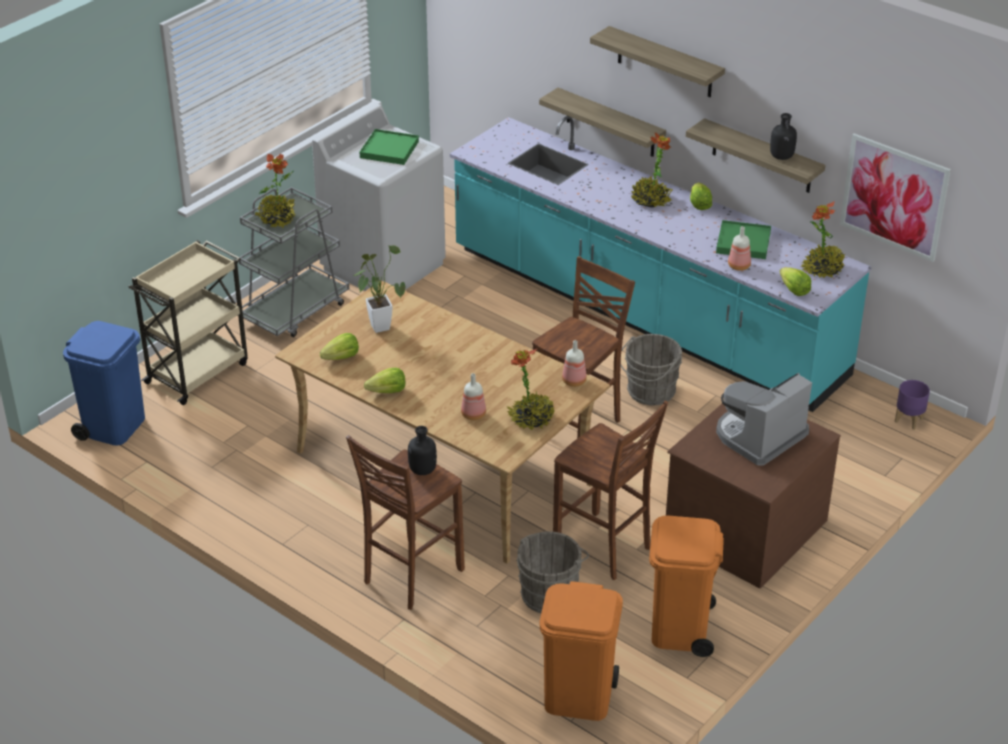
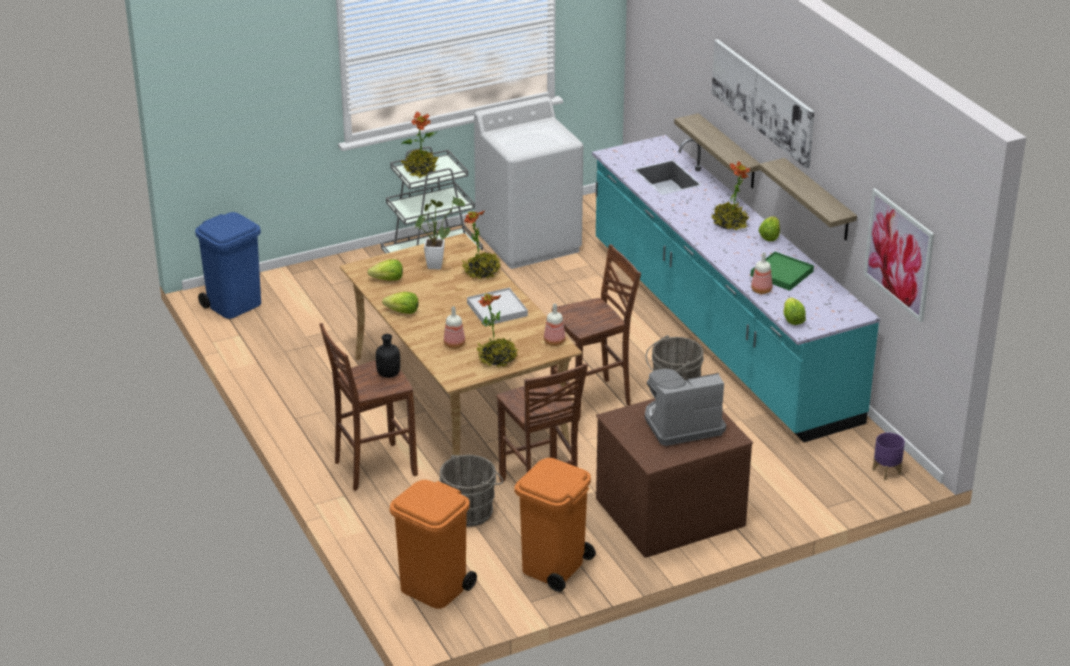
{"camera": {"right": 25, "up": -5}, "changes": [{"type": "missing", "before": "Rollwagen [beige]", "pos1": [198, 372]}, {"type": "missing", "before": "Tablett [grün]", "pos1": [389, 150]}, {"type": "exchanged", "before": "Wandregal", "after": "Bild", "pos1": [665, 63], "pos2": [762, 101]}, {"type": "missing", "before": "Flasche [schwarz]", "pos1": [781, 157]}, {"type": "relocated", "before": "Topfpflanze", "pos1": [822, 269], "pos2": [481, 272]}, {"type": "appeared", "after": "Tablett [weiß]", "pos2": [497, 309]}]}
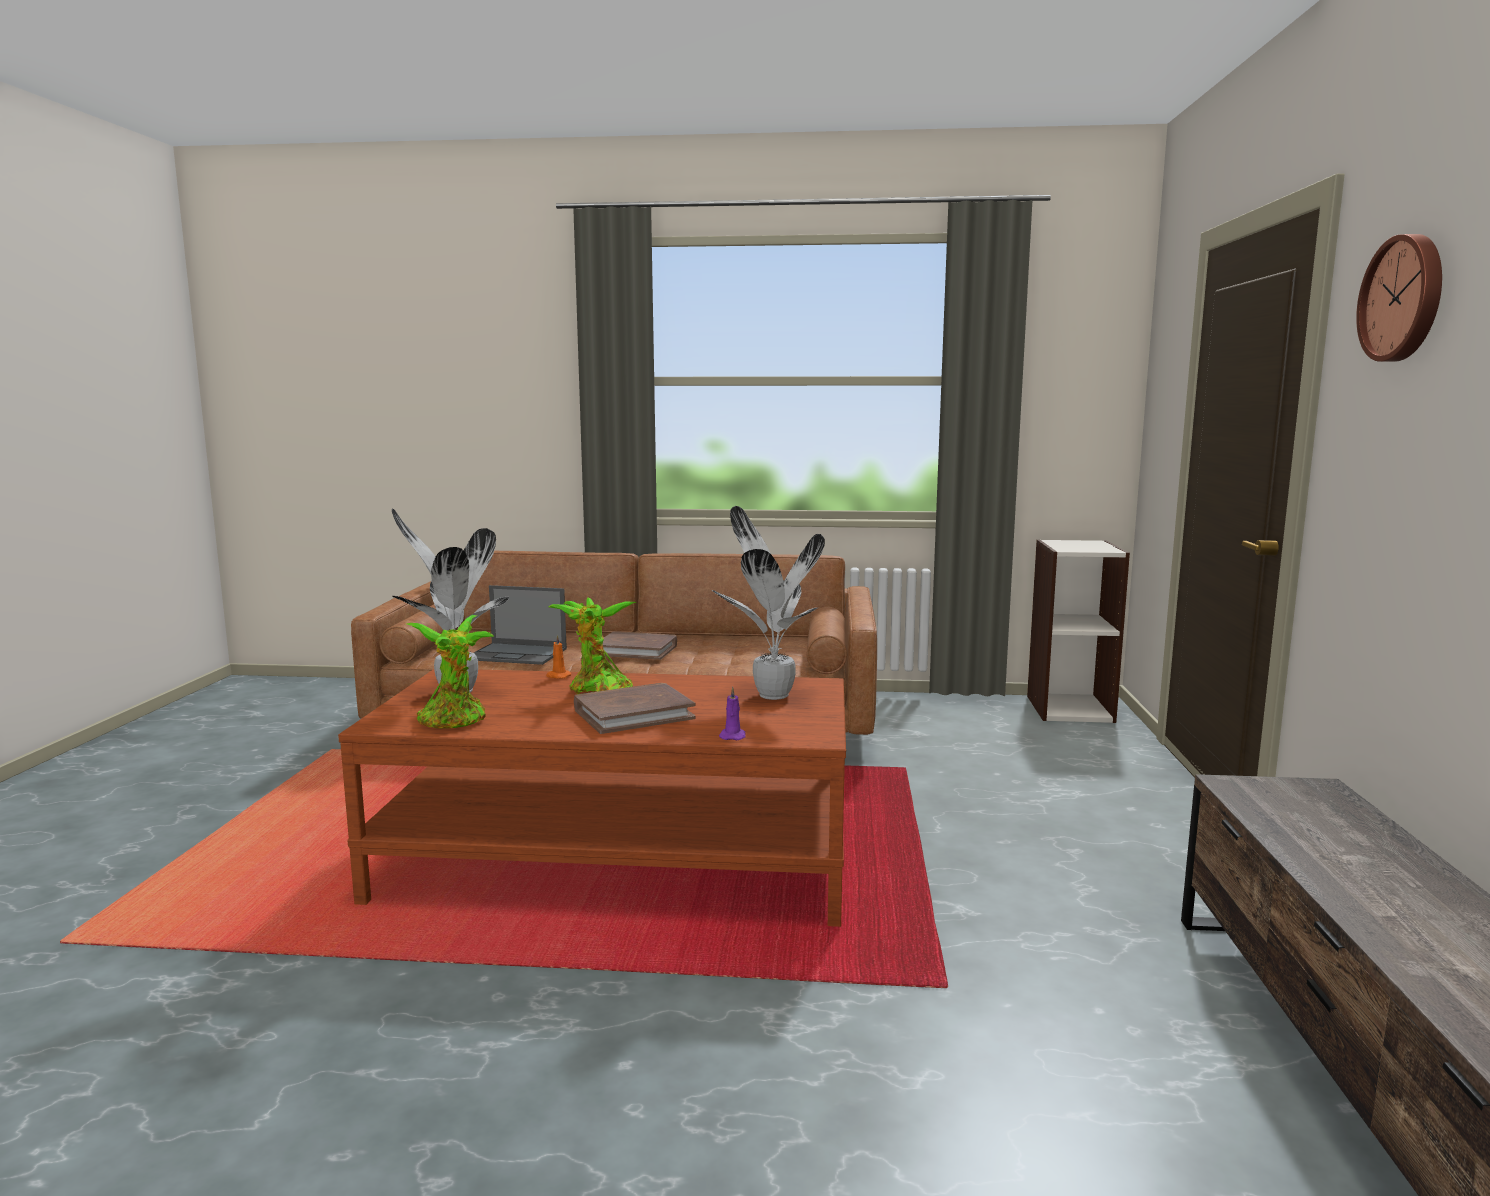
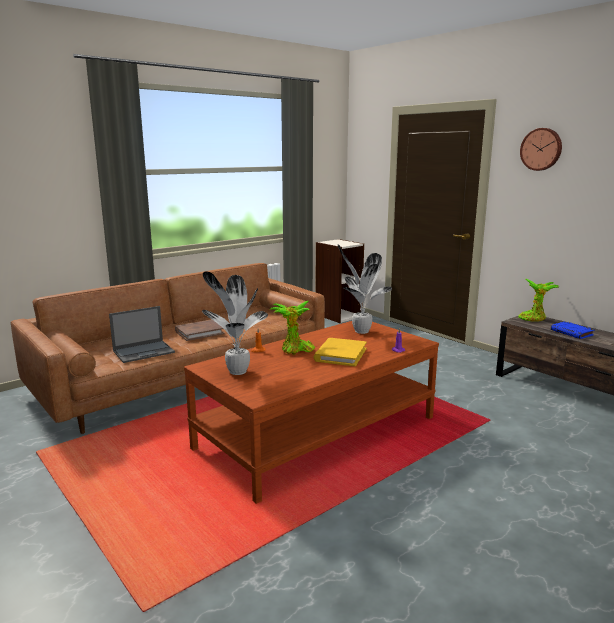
{"camera": {"right": -45, "up": 5}, "changes": [{"type": "relocated", "before": "Topfpflanze", "pos1": [454, 721], "pos2": [534, 318]}, {"type": "colour", "before": "Buch [braun]", "after": "Buch [gelb]", "pos1": [633, 714], "pos2": [340, 354]}, {"type": "appeared", "after": "Buch [blau]", "pos2": [572, 333]}]}
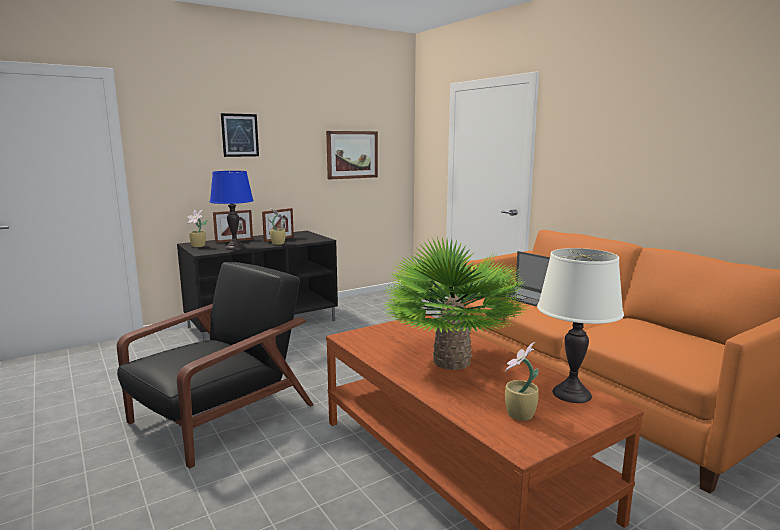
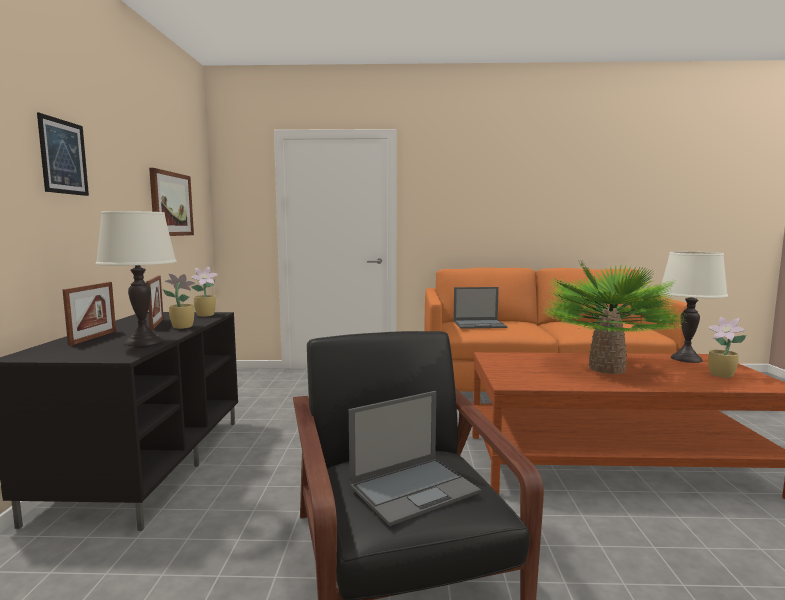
{"camera": {"right": -55, "up": -5}, "changes": [{"type": "relocated", "before": "Topfpflanze", "pos1": [198, 246], "pos2": [206, 315]}, {"type": "colour", "before": "Tischlampe [blau]", "after": "Tischlampe [weiß]", "pos1": [235, 248], "pos2": [143, 342]}, {"type": "appeared", "after": "Laptop", "pos2": [415, 489]}]}
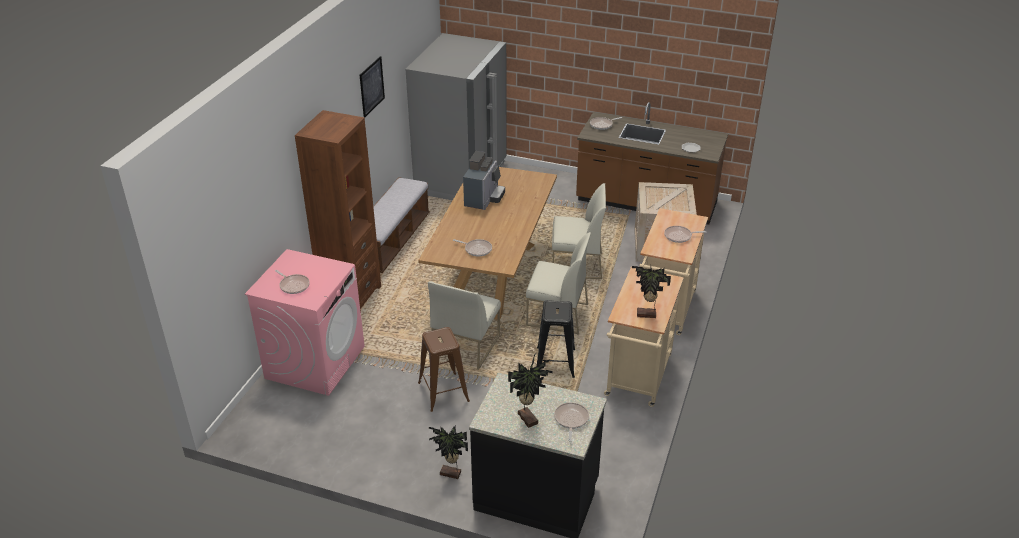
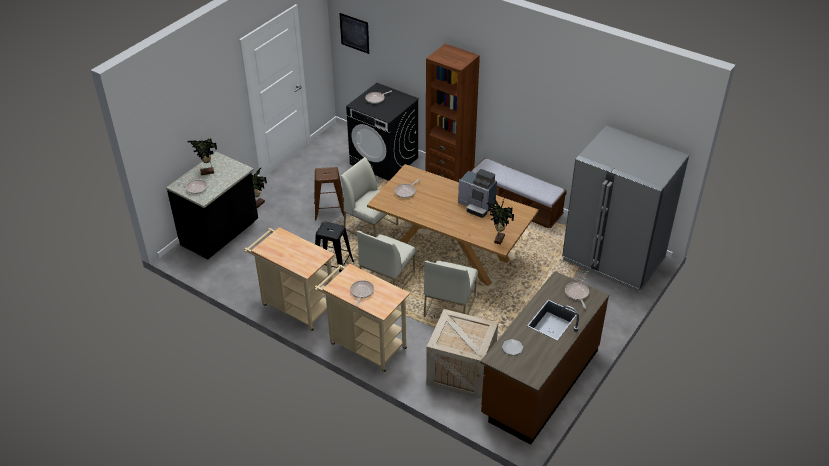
{"camera": {"right": 105, "up": 5}, "changes": [{"type": "colour", "before": "Waschmaschine [rosa]", "after": "Waschmaschine [schwarz]", "pos1": [315, 362], "pos2": [384, 161]}, {"type": "relocated", "before": "Bild", "pos1": [372, 86], "pos2": [354, 33]}, {"type": "relocated", "before": "Topfpflanze", "pos1": [646, 315], "pos2": [498, 239]}]}
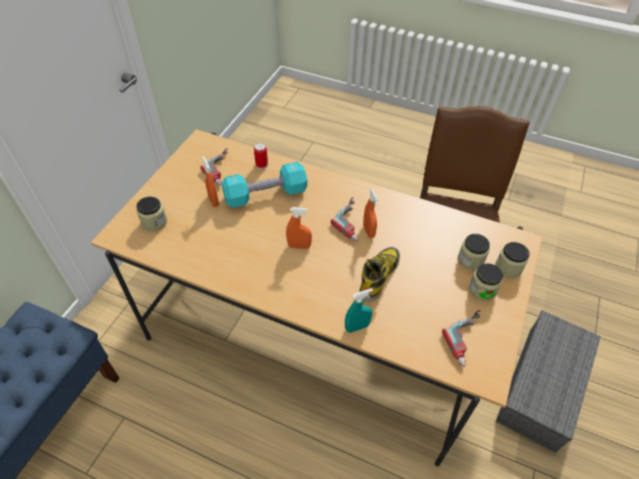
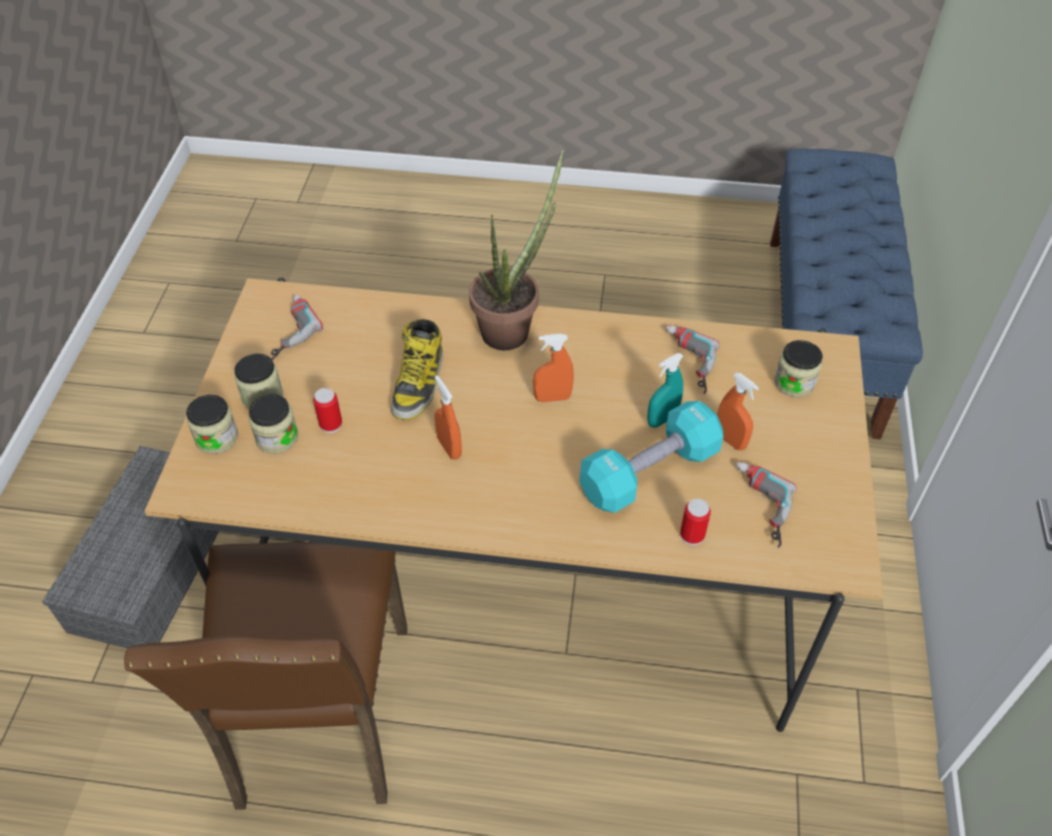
{"camera": {"right": 165, "up": 0}, "changes": [{"type": "relocated", "before": "Bohrmaschine", "pos1": [353, 221], "pos2": [685, 362]}, {"type": "relocated", "before": "Sprühflasche [türkis]", "pos1": [357, 327], "pos2": [662, 419]}, {"type": "appeared", "after": "Dose", "pos2": [331, 424]}, {"type": "appeared", "after": "Topfpflanze", "pos2": [512, 327]}]}
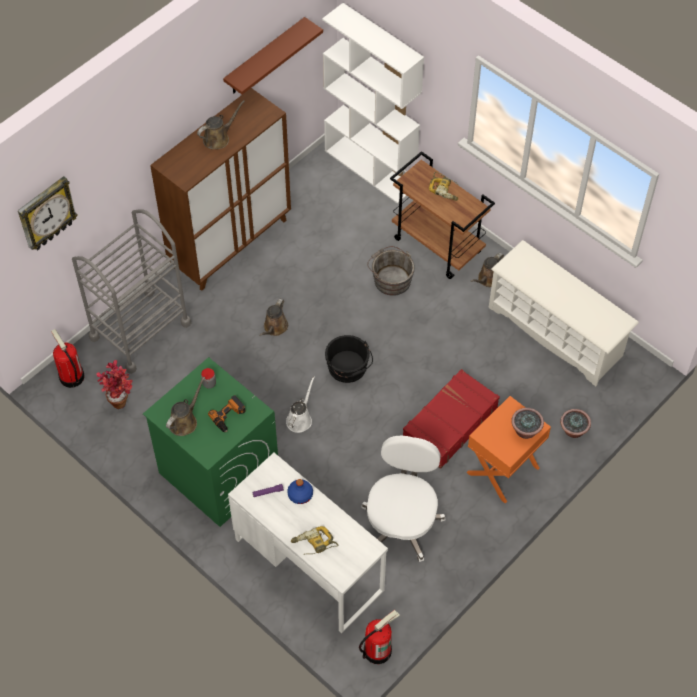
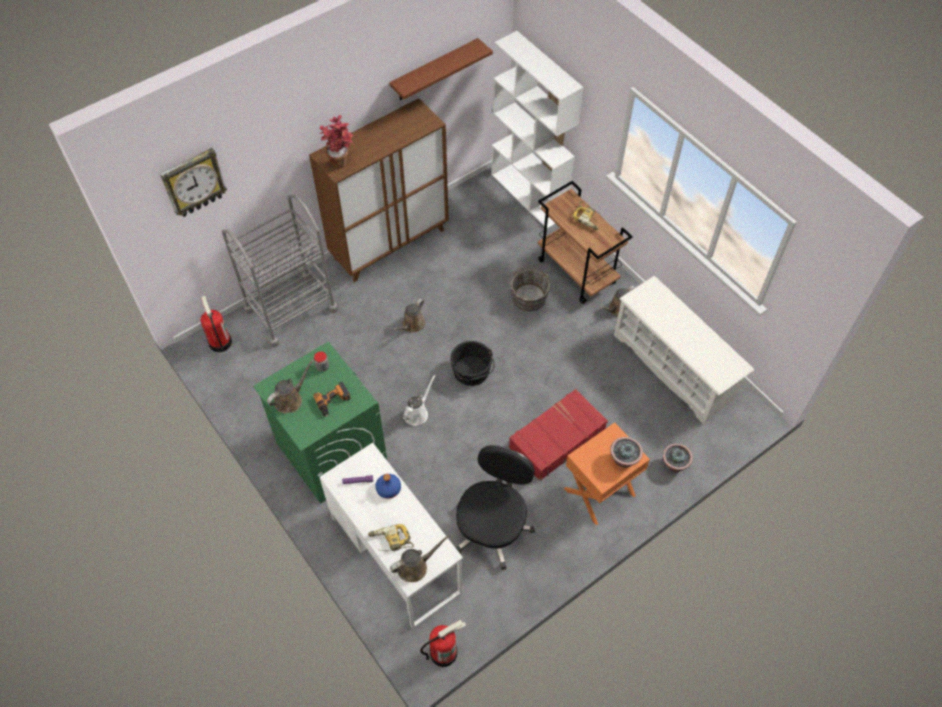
{"camera": {"right": 10, "up": 0}, "changes": [{"type": "relocated", "before": "Topfpflanze", "pos1": [120, 399], "pos2": [341, 160]}, {"type": "relocated", "before": "Gießkanne [braun]", "pos1": [218, 138], "pos2": [415, 566]}, {"type": "colour", "before": "Bürostuhl [weiß]", "after": "Bürostuhl [schwarz]", "pos1": [401, 522], "pos2": [492, 528]}]}
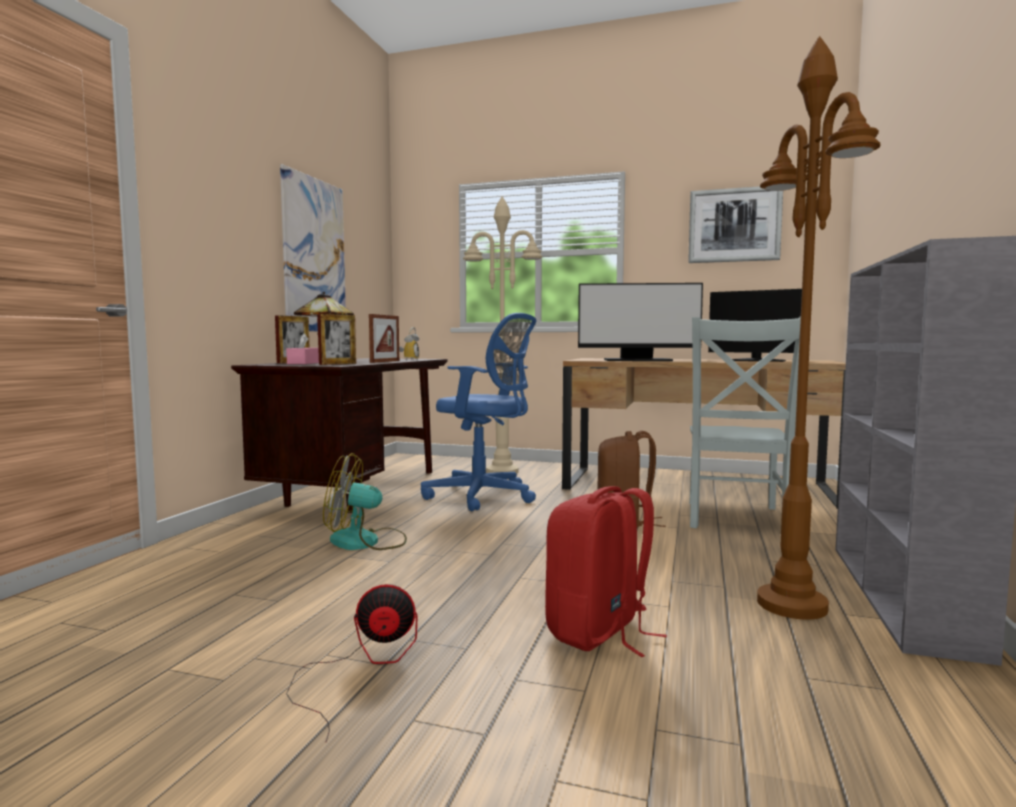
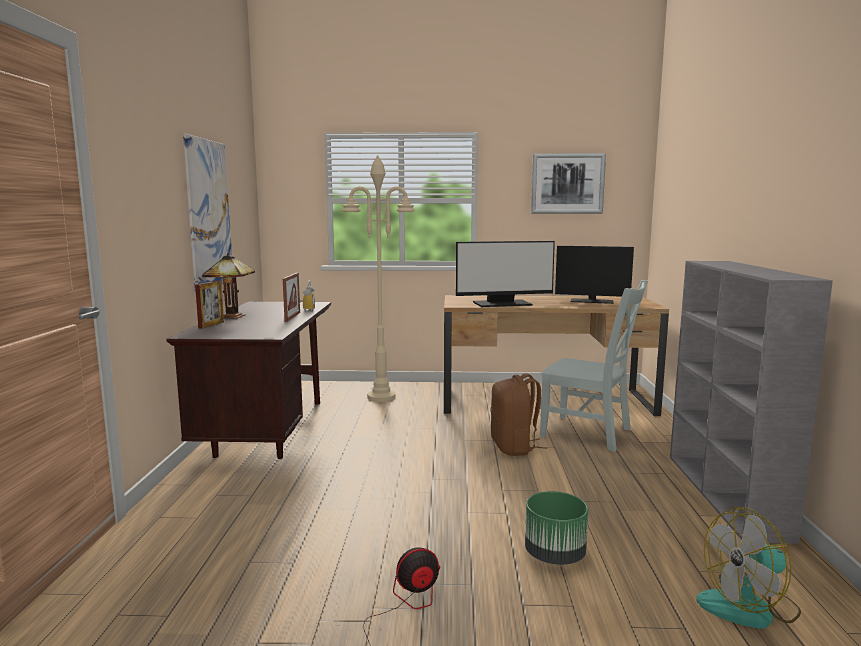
{"camera": {"right": -15, "up": 5}, "changes": [{"type": "missing", "before": "Taschentuchbox [rosa]", "pos1": [303, 363]}, {"type": "missing", "before": "Bilderrahmen", "pos1": [337, 364]}, {"type": "relocated", "before": "Ventilator", "pos1": [366, 542], "pos2": [749, 607]}, {"type": "missing", "before": "Bürostuhl [blau]", "pos1": [484, 496]}, {"type": "exchanged", "before": "Rucksack [rot]", "after": "Pflanzkübel [grün]", "pos1": [599, 633], "pos2": [555, 556]}, {"type": "spun", "before": "Stuhl [grau]", "pos1": [735, 519], "pos2": [590, 434], "turn": -60}, {"type": "missing", "before": "Stehlampe [braun]", "pos1": [792, 605]}]}
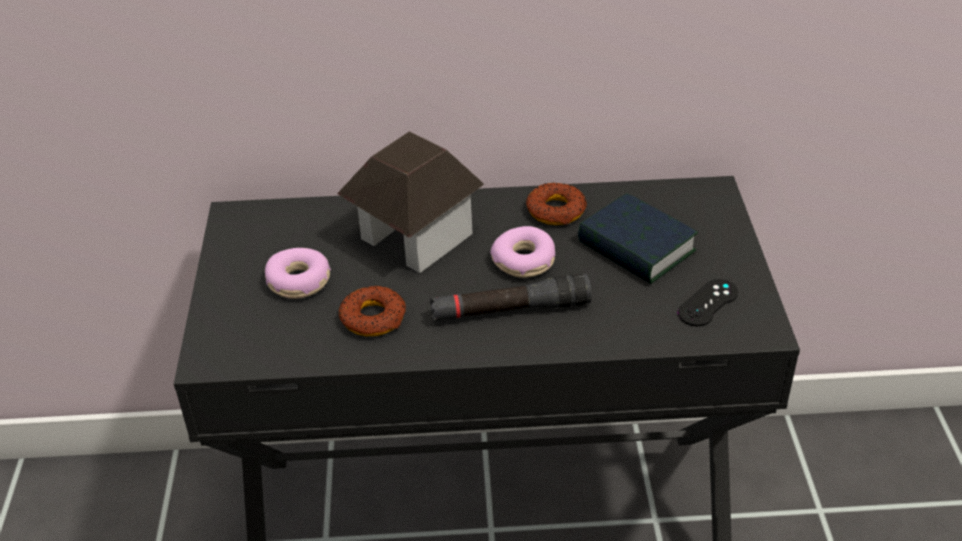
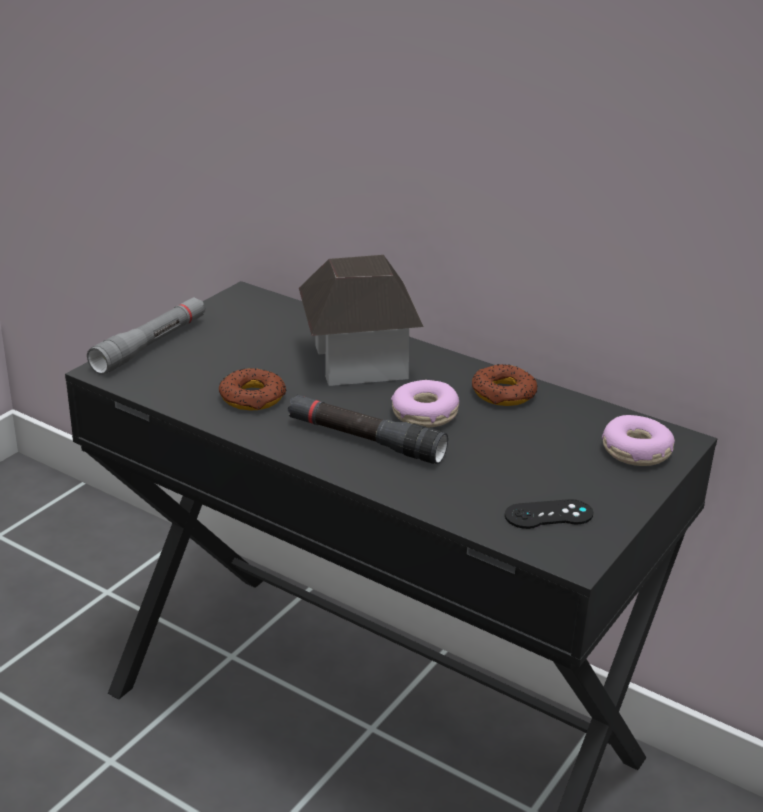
{"camera": {"right": 35, "up": -10}, "changes": [{"type": "relocated", "before": "Donut", "pos1": [299, 282], "pos2": [636, 452]}, {"type": "missing", "before": "Buch", "pos1": [636, 247]}, {"type": "appeared", "after": "Taschenlampe [grau]", "pos2": [150, 345]}]}
